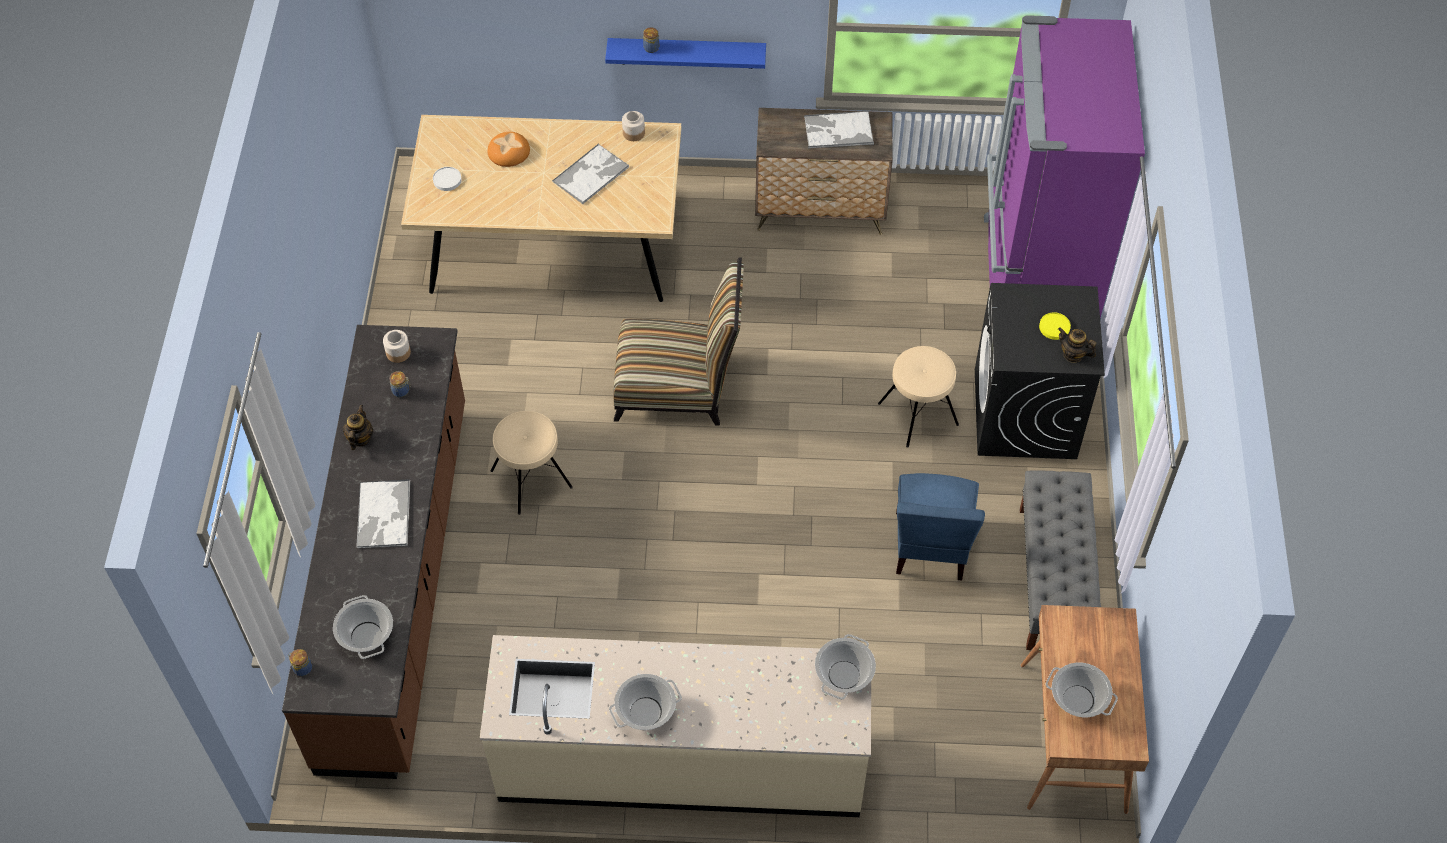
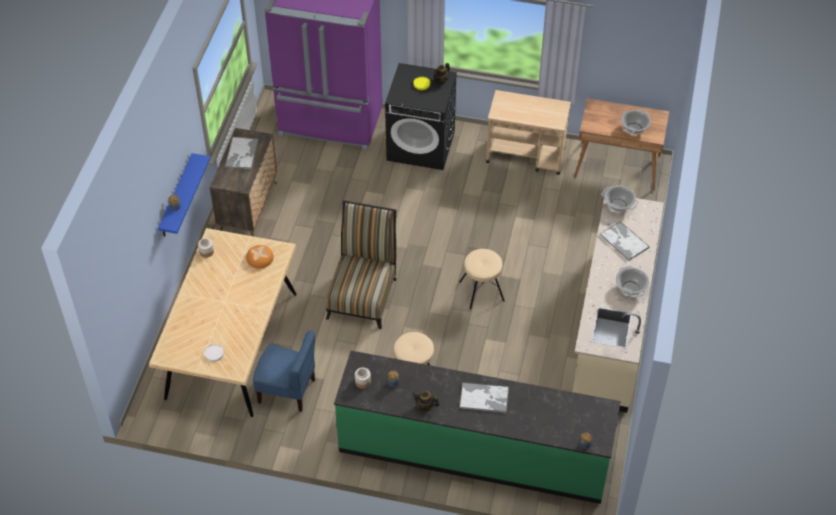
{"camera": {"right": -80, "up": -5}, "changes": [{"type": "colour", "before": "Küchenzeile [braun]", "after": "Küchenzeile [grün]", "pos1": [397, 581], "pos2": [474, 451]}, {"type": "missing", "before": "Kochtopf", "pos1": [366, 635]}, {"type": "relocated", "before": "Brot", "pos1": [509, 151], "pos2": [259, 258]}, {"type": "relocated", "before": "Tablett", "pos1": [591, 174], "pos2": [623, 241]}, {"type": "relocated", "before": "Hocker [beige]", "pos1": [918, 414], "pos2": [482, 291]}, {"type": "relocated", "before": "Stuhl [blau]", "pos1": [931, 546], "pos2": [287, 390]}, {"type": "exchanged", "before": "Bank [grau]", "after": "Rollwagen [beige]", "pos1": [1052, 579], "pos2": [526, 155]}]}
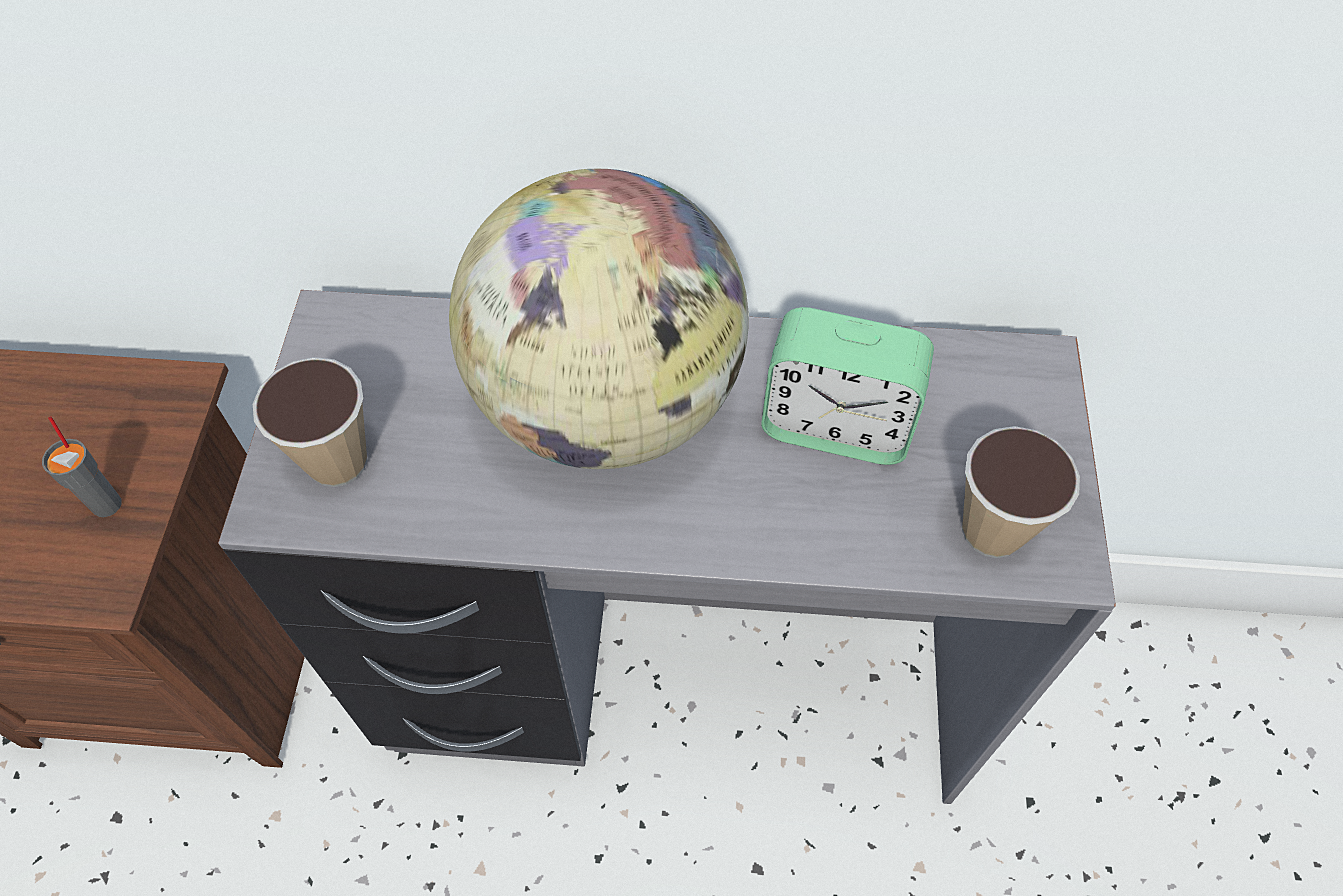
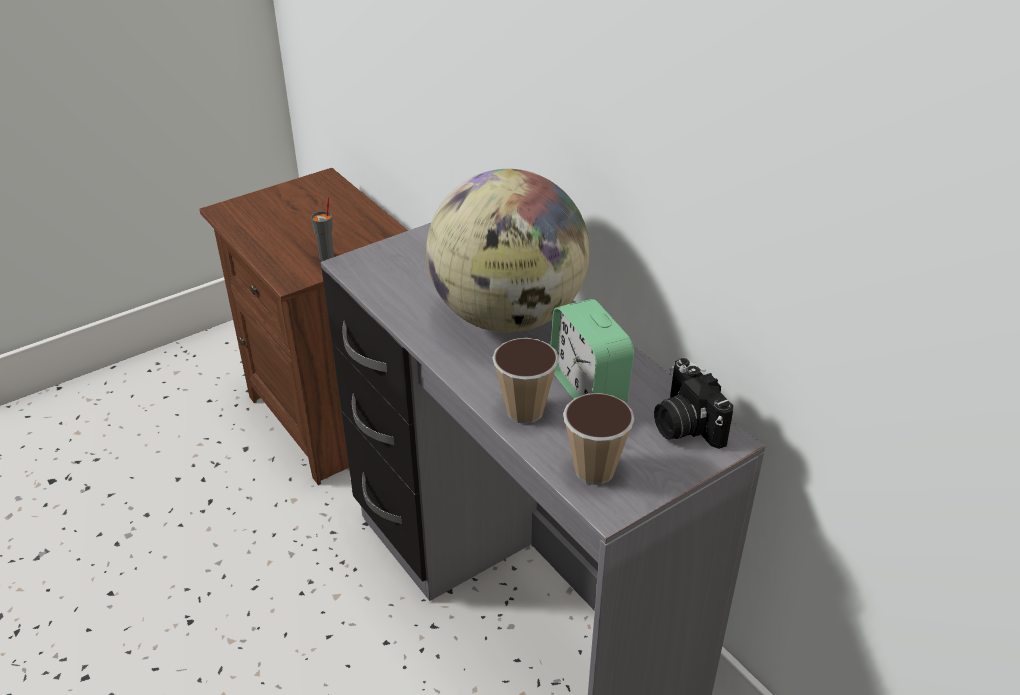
{"camera": {"right": 50, "up": -20}, "changes": [{"type": "relocated", "before": "Tasse", "pos1": [337, 461], "pos2": [525, 411]}, {"type": "appeared", "after": "Kamera", "pos2": [684, 425]}]}
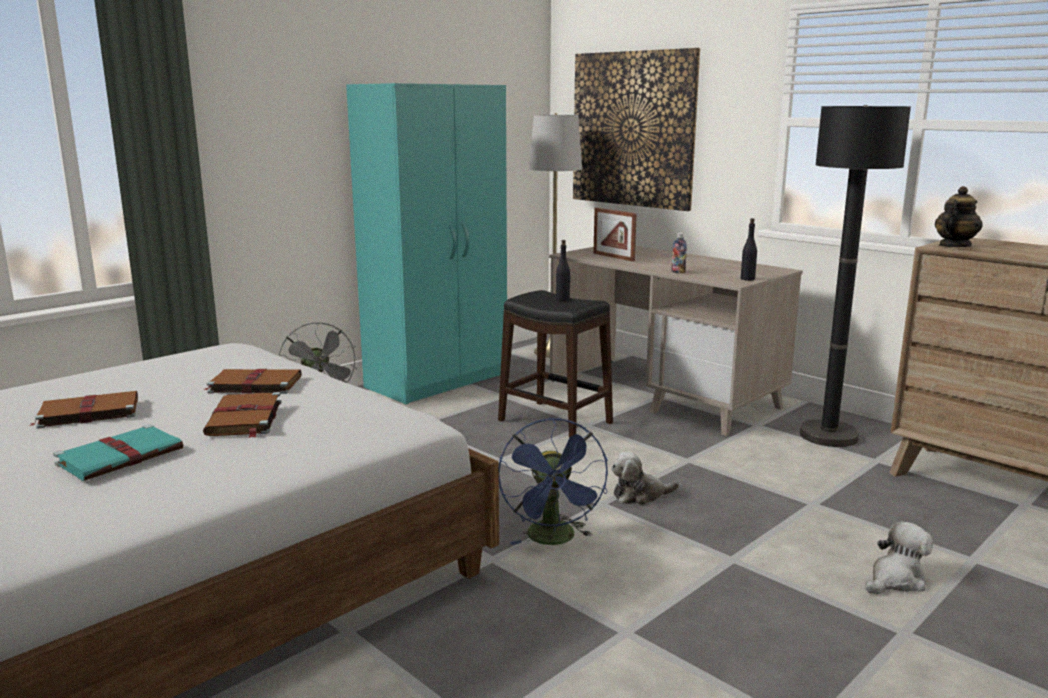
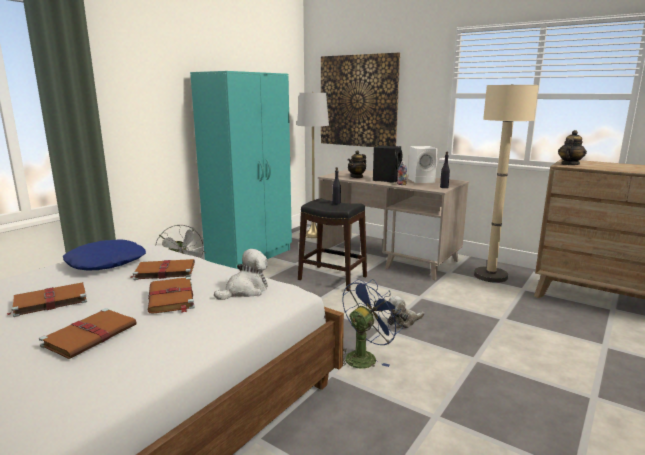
{"camera": {"right": -10, "up": 0}, "changes": [{"type": "colour", "before": "Buch [türkis]", "after": "Buch [braun]", "pos1": [122, 456], "pos2": [91, 335]}, {"type": "spun", "before": "Ventilator [blau]", "pos1": [554, 540], "pos2": [364, 356], "turn": -120}, {"type": "exchanged", "before": "Bilderrahmen", "after": "Teekanne", "pos1": [613, 257], "pos2": [357, 177]}, {"type": "colour", "before": "Stehlampe [schwarz]", "after": "Stehlampe [beige]", "pos1": [828, 436], "pos2": [490, 276]}, {"type": "relocated", "before": "Plüschtier", "pos1": [895, 580], "pos2": [245, 290]}, {"type": "appeared", "after": "Kissen [blau]", "pos2": [106, 262]}, {"type": "appeared", "after": "Lautsprecher [schwarz]", "pos2": [387, 180]}, {"type": "appeared", "after": "Lautsprecher [weiß]", "pos2": [422, 180]}]}
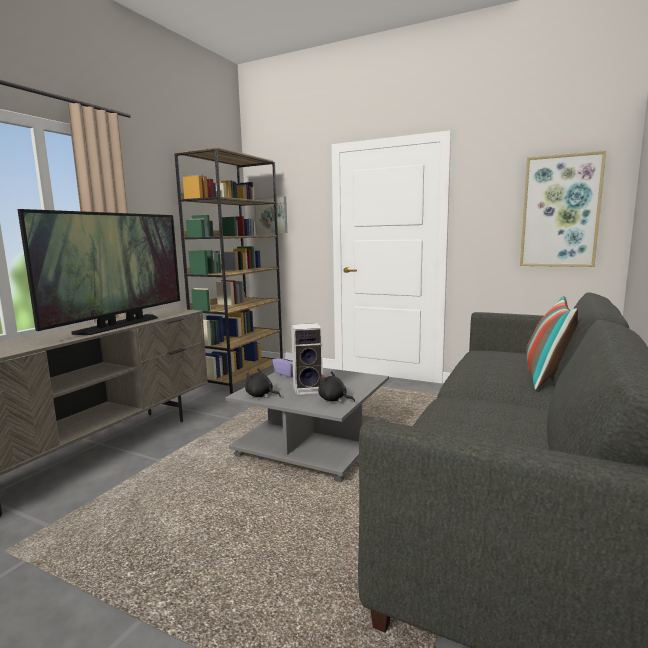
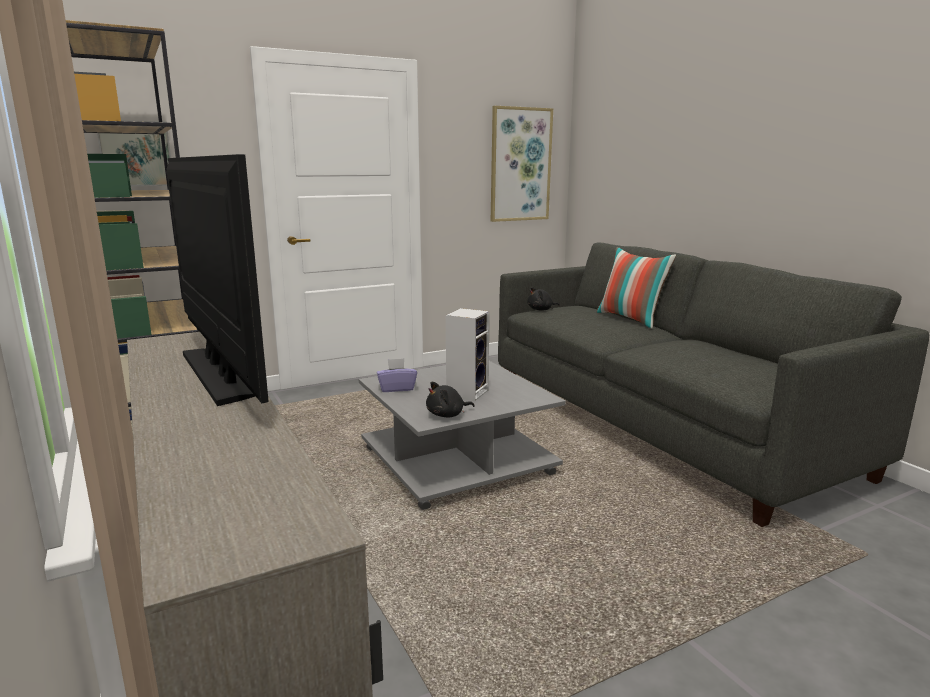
{"camera": {"right": -55, "up": 5}, "changes": [{"type": "relocated", "before": "Plüschtier [schwarz]", "pos1": [334, 400], "pos2": [541, 310]}]}
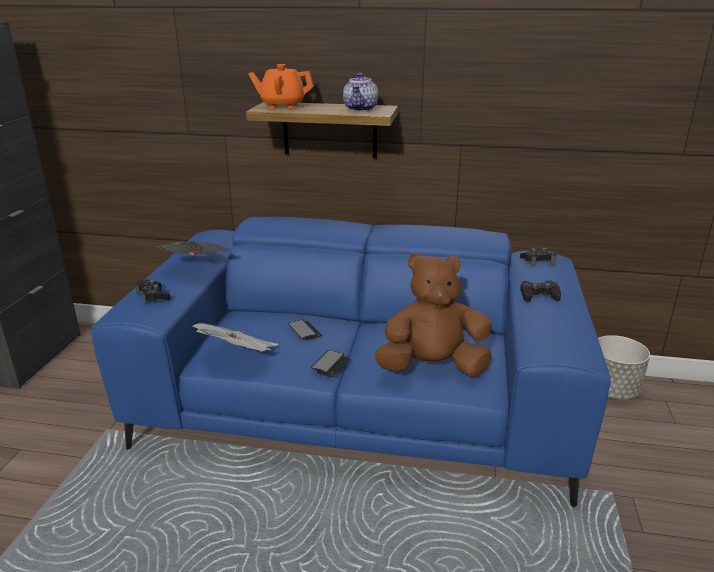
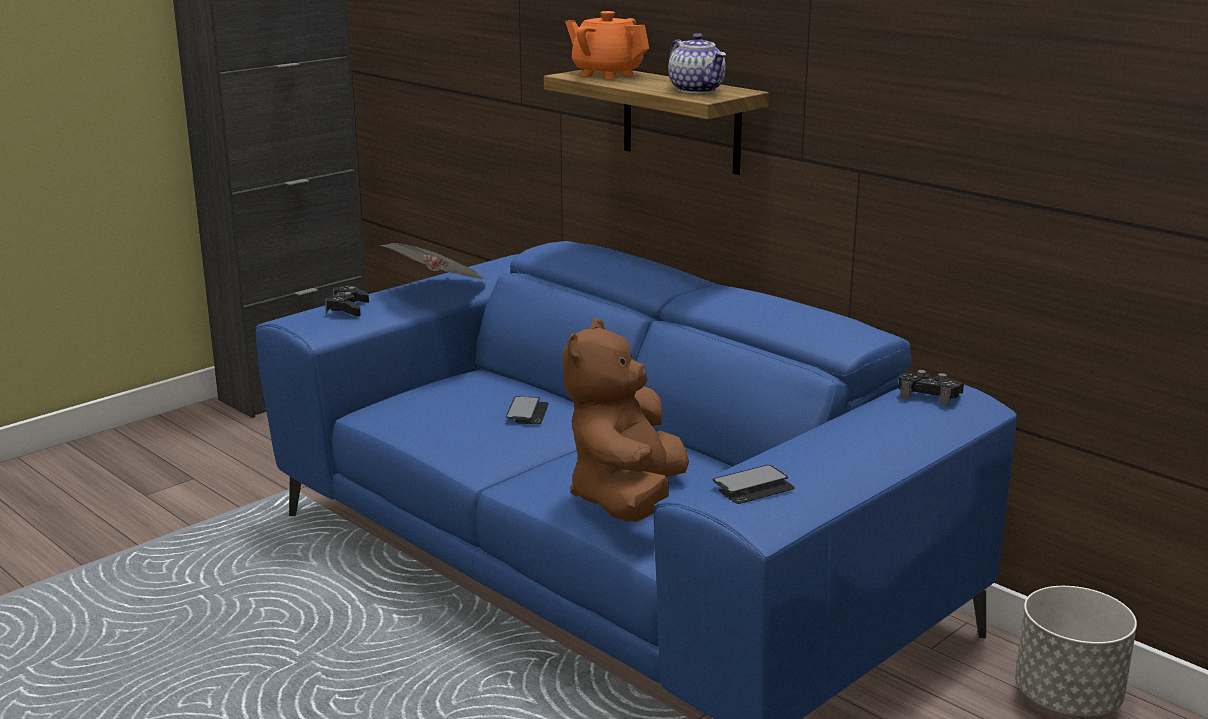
{"camera": {"right": 35, "up": -5}, "changes": [{"type": "missing", "before": "Zeitung", "pos1": [239, 356]}, {"type": "relocated", "before": "Handy", "pos1": [330, 364], "pos2": [753, 487]}, {"type": "spun", "before": "Teekanne", "pos1": [361, 109], "pos2": [697, 90], "turn": -75}, {"type": "spun", "before": "Plüschtier [braun]", "pos1": [432, 367], "pos2": [627, 500], "turn": -105}, {"type": "missing", "before": "Gamepad [schwarz]", "pos1": [538, 296]}]}
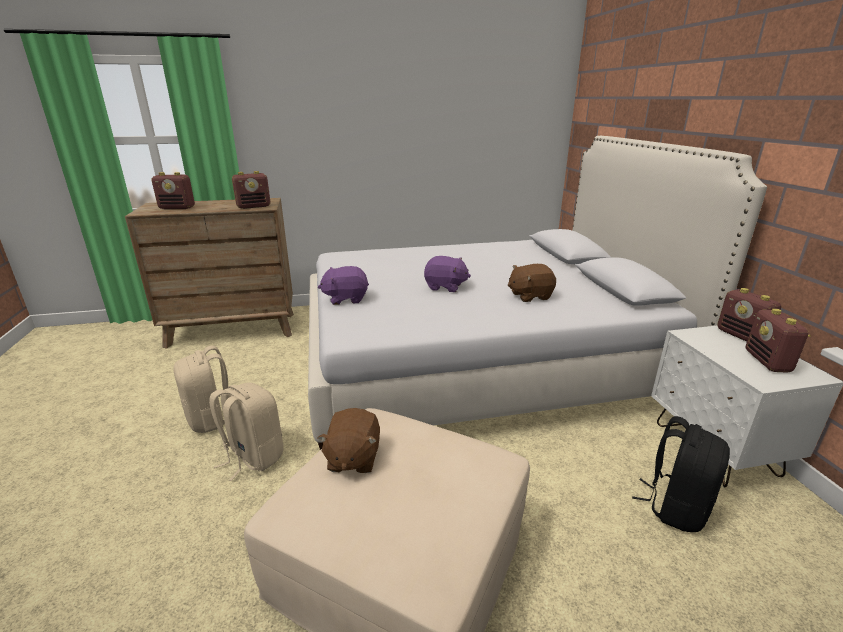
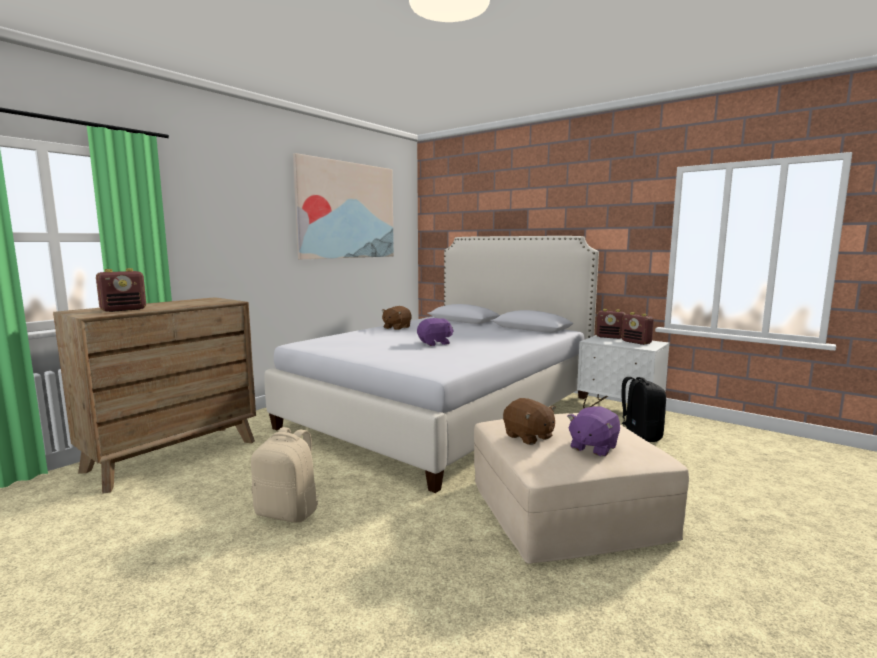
{"camera": {"right": -40, "up": -15}, "changes": [{"type": "missing", "before": "Rucksack [beige]", "pos1": [252, 457]}, {"type": "missing", "before": "Radio", "pos1": [254, 206]}, {"type": "relocated", "before": "Plüschtier [lila]", "pos1": [345, 298], "pos2": [593, 447]}, {"type": "relocated", "before": "Plüschtier [braun]", "pos1": [530, 296], "pos2": [396, 328]}, {"type": "appeared", "after": "Bild", "pos2": [347, 210]}]}
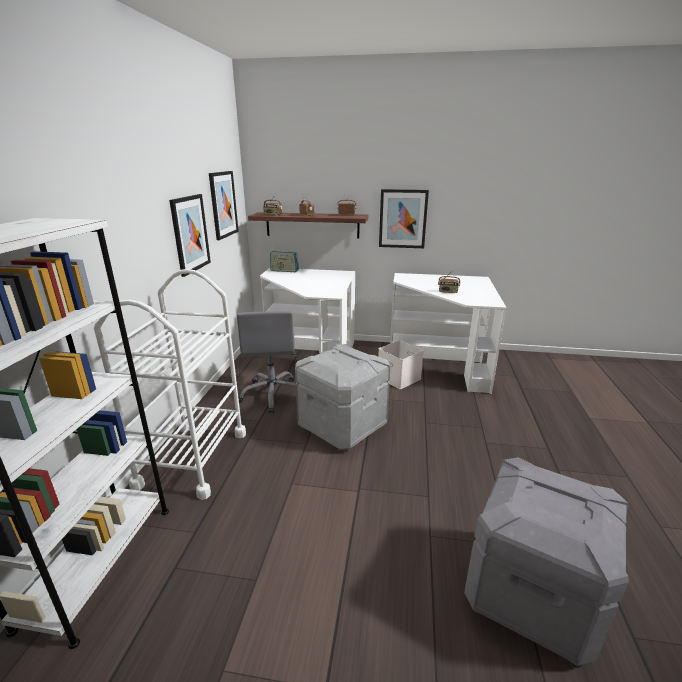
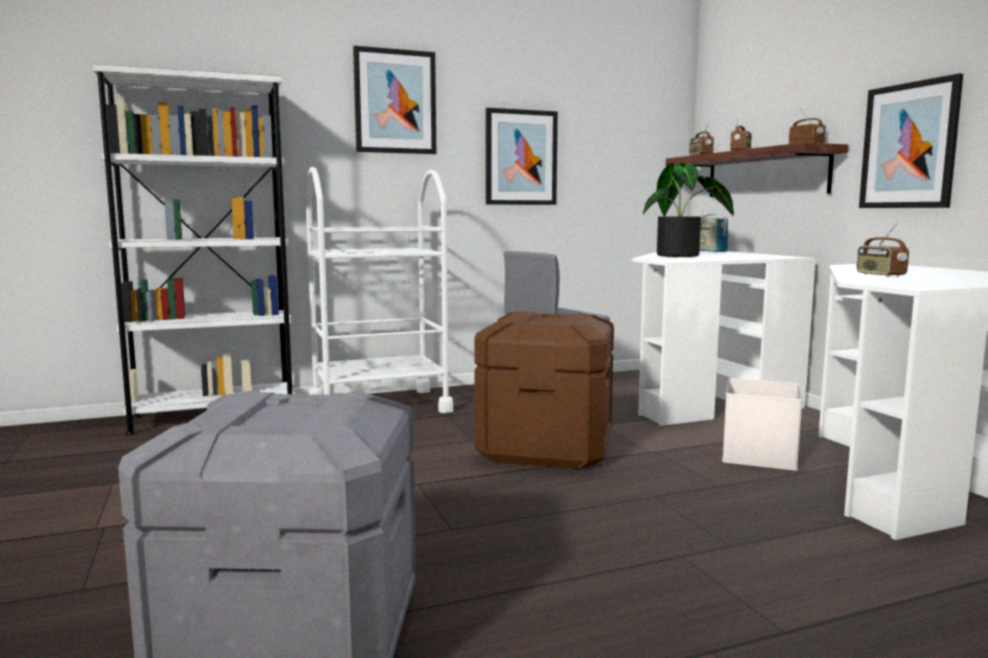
{"camera": {"right": 60, "up": -15}, "changes": [{"type": "relocated", "before": "Bild", "pos1": [223, 204], "pos2": [395, 102]}, {"type": "colour", "before": "Aufbewahrungsbox [grau]", "after": "Aufbewahrungsbox [braun]", "pos1": [341, 425], "pos2": [545, 448]}, {"type": "appeared", "after": "Topfpflanze", "pos2": [683, 256]}]}
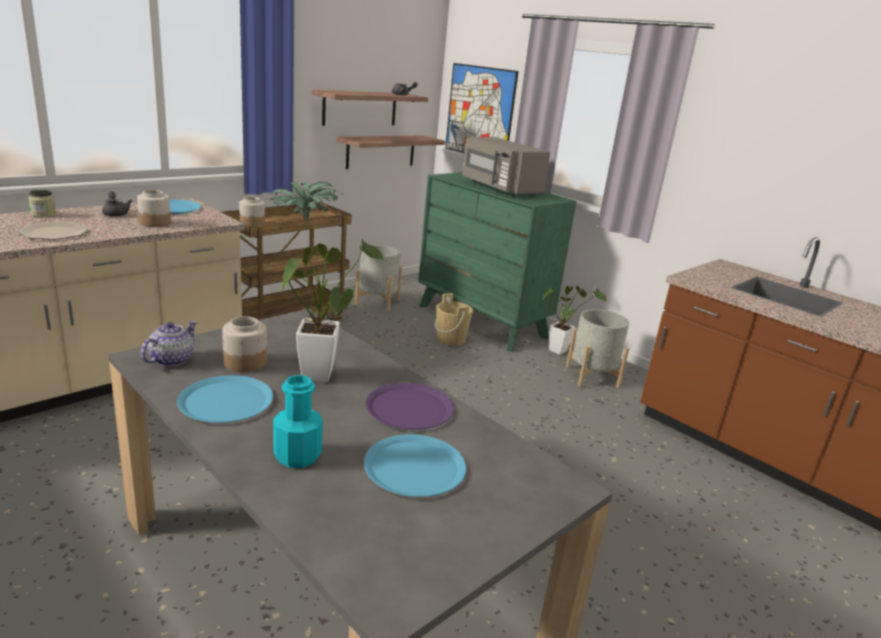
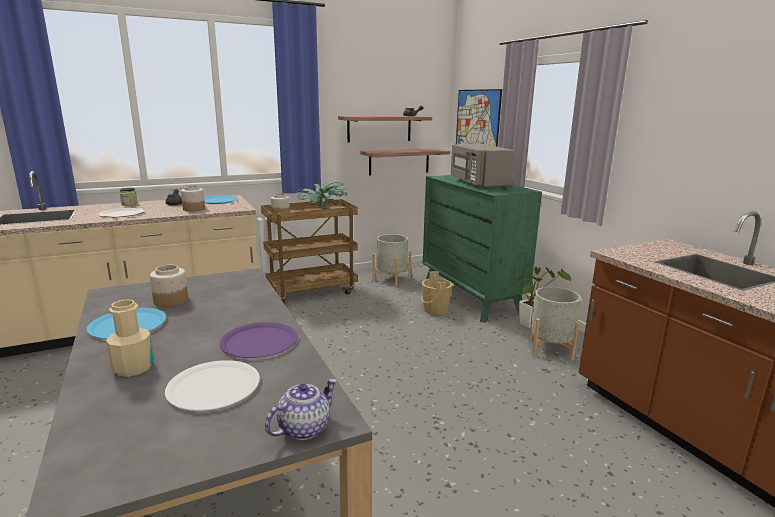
{"camera": {"right": 20, "up": -5}, "changes": [{"type": "relocated", "before": "Teekanne", "pos1": [171, 359], "pos2": [304, 428]}, {"type": "colour", "before": "Flasche [türkis]", "after": "Flasche [beige]", "pos1": [297, 456], "pos2": [133, 368]}, {"type": "missing", "before": "Topfpflanze", "pos1": [319, 371]}, {"type": "colour", "before": "Teller [blau]", "after": "Teller [weiß]", "pos1": [414, 467], "pos2": [213, 386]}]}
